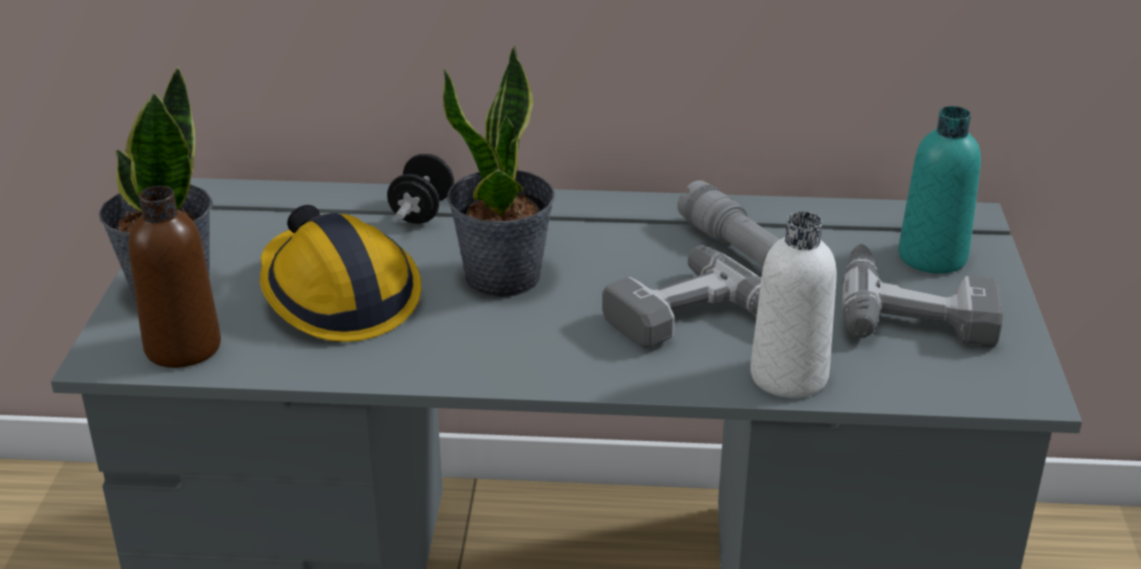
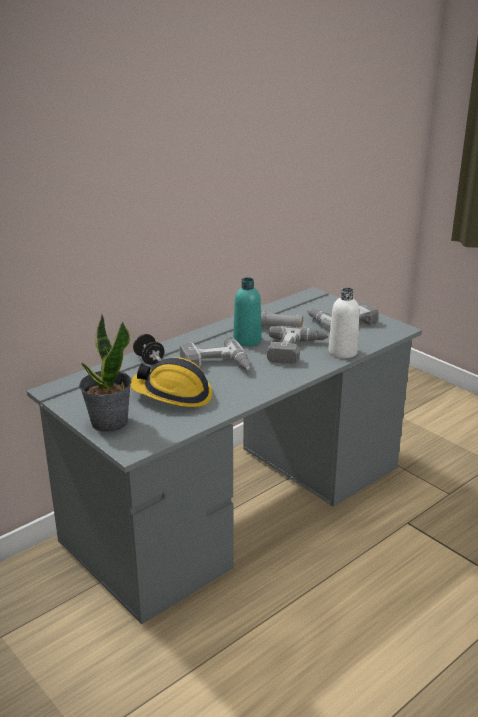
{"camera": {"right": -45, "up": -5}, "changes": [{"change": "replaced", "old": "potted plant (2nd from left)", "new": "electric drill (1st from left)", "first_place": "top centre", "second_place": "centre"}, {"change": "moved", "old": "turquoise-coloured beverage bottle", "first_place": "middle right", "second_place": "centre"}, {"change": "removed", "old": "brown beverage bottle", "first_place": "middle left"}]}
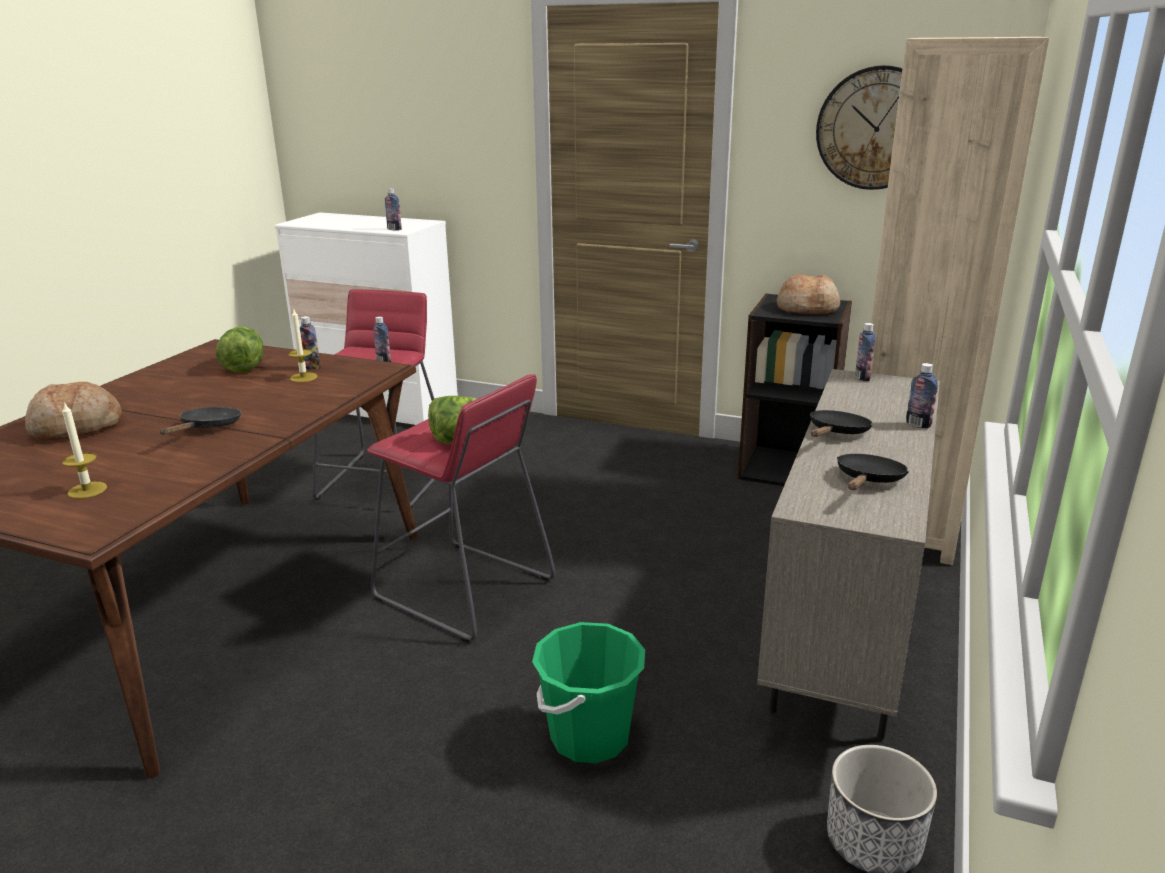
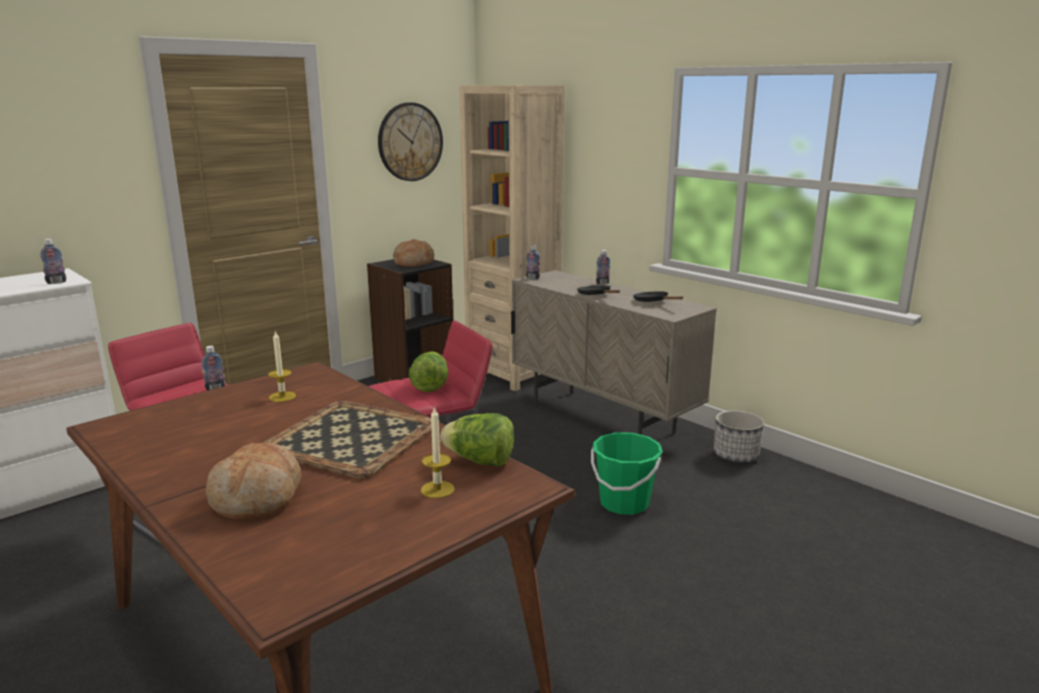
{"camera": {"right": -65, "up": -5}, "changes": [{"change": "replaced", "old": "black-coloured pan (1st from left)", "new": "carrying tray", "first_place": "middle left", "second_place": "centre"}, {"change": "moved", "old": "head of lettuce (1st from left in the first image)", "new": "head of lettuce (2nd from left)", "first_place": "middle left", "second_place": "centre"}, {"change": "removed", "old": "beverage bottle (1st from left)", "first_place": "middle left"}]}
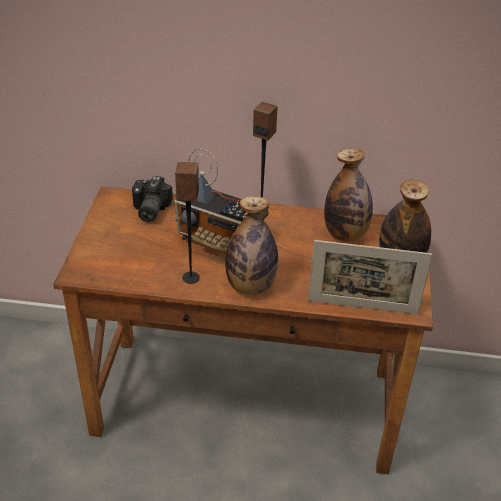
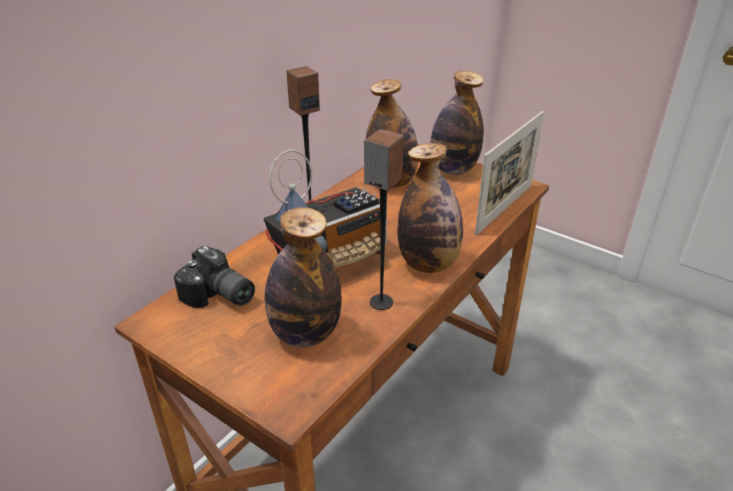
{"camera": {"right": -60, "up": -5}, "changes": [{"change": "added", "new": "beverage bottle (1st from left)", "second_place": "centre"}]}
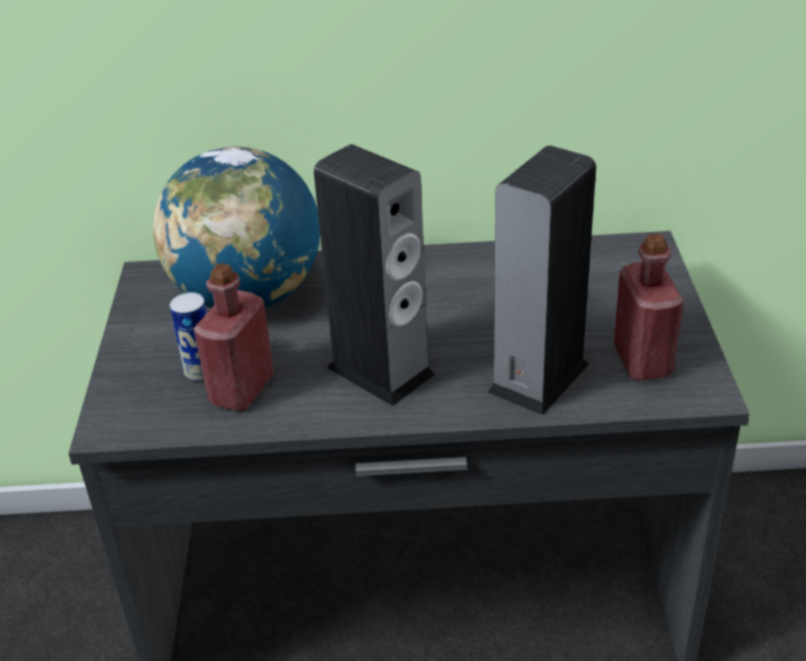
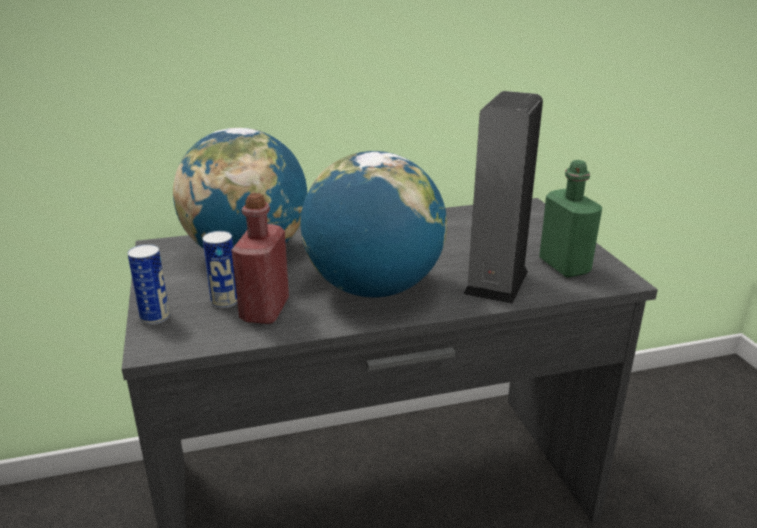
{"camera": {"right": -15, "up": -10}, "changes": [{"change": "added", "new": "metal can (1st from left)", "second_place": "middle left"}, {"change": "replaced", "old": "audio speaker (1st from left)", "new": "world globe (2nd from left)", "first_place": "centre", "second_place": "centre"}, {"change": "recoloured", "old": "reddish beverage bottle (2nd from left)", "new": "greenish beverage bottle", "first_place": "middle right", "second_place": "middle right"}]}
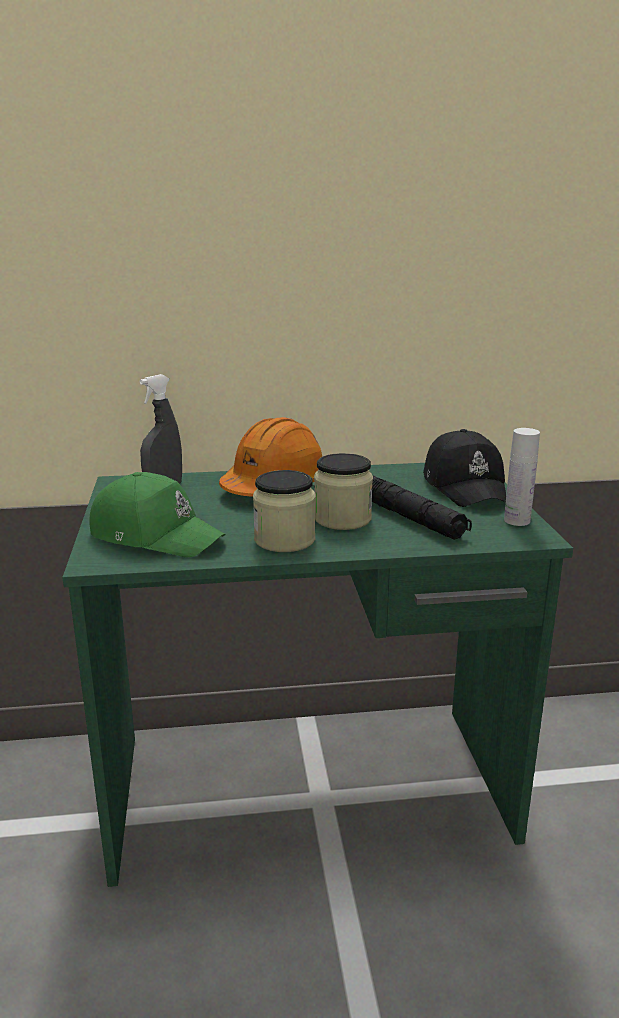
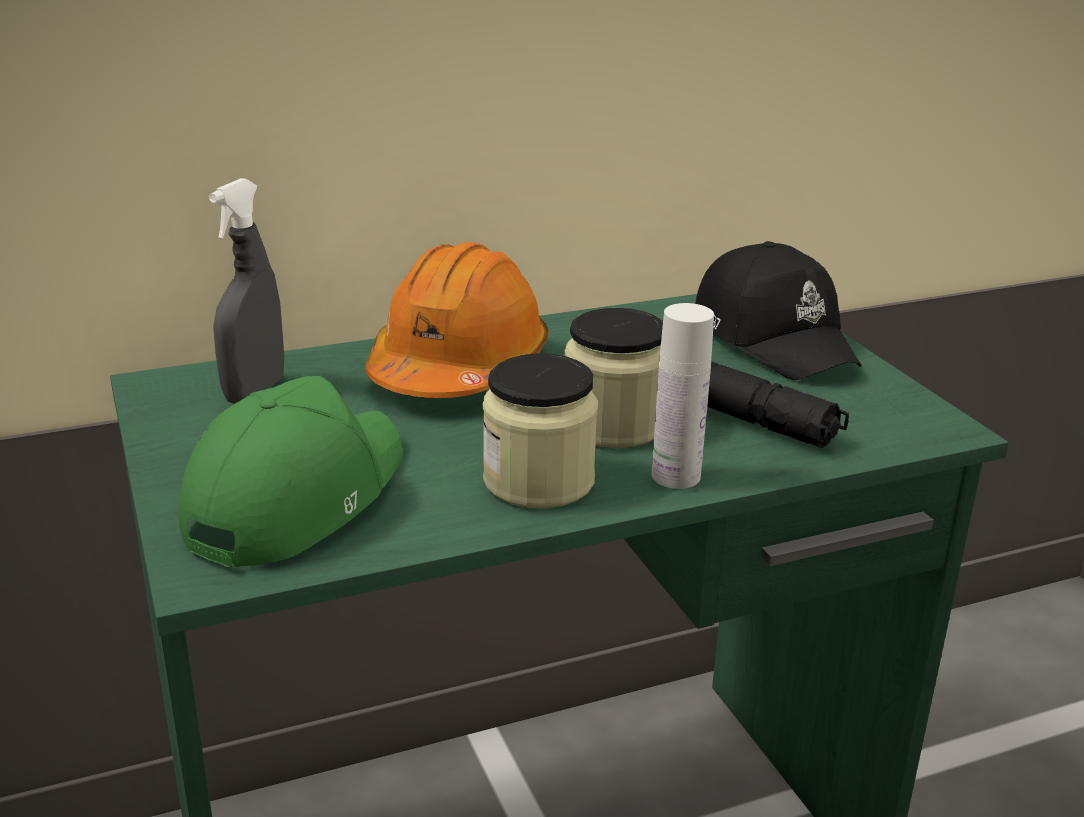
{"camera": {"right": -15, "up": 5}, "changes": [{"change": "turned", "old": "greenish cap", "first_place": "middle left", "second_place": "middle left", "degrees": -75}, {"change": "moved", "old": "whitish beverage bottle", "first_place": "middle right", "second_place": "centre"}]}
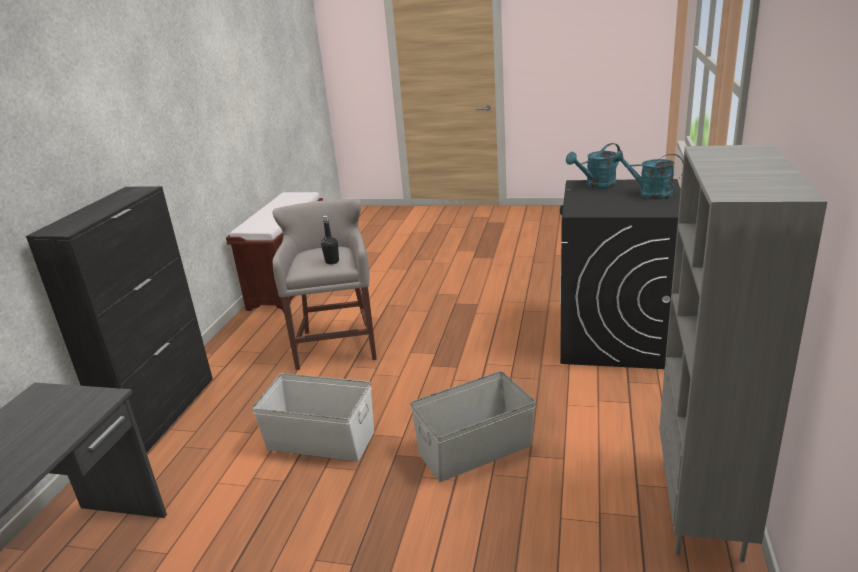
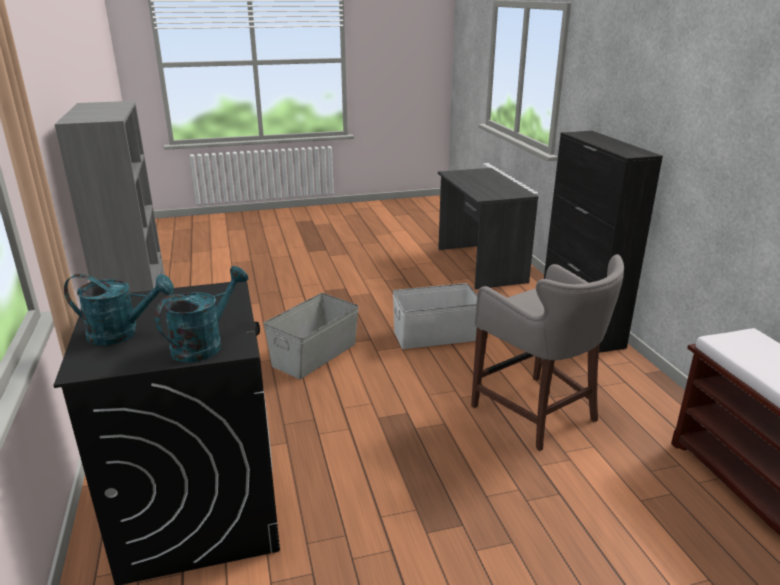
{"camera": {"right": 150, "up": 0}, "changes": [{"change": "removed", "old": "black-coloured beverage bottle", "first_place": "centre"}]}
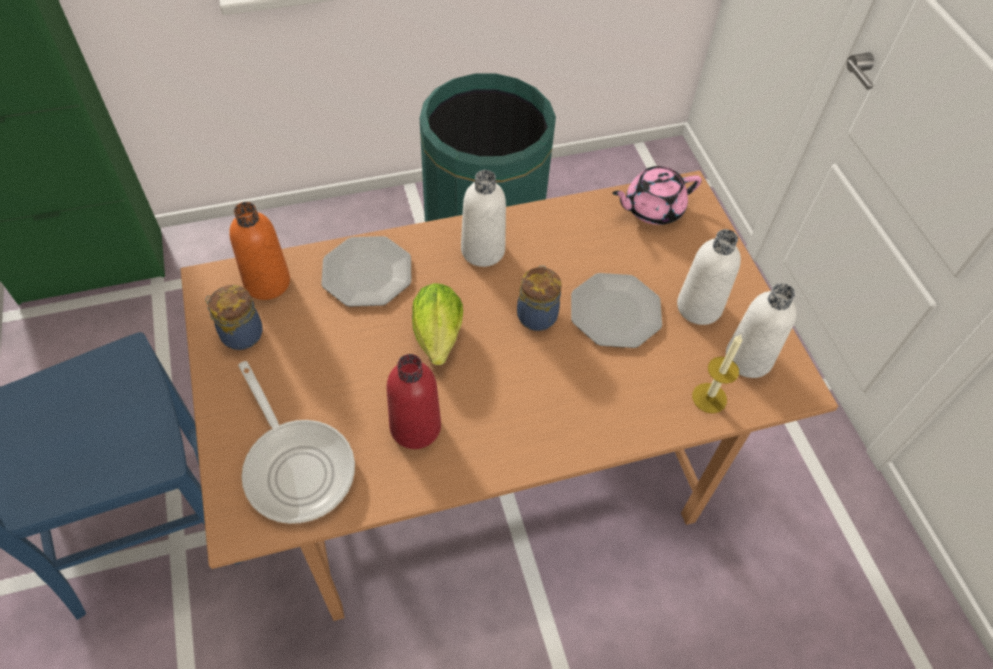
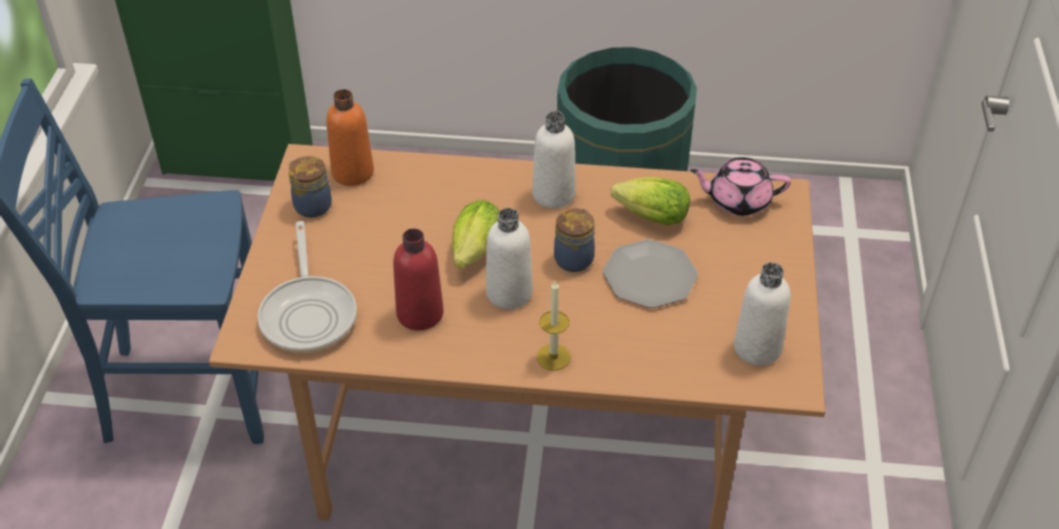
{"camera": {"right": 25, "up": -10}, "changes": [{"change": "moved", "old": "whitish beverage bottle (2nd from left in the first image)", "new": "whitish beverage bottle (1st from left)", "first_place": "middle right", "second_place": "centre"}, {"change": "moved", "old": "wax light", "first_place": "middle right", "second_place": "centre"}, {"change": "added", "new": "head of lettuce (2nd from left)", "second_place": "centre"}, {"change": "removed", "old": "flat dish (1st from left)", "first_place": "centre"}]}
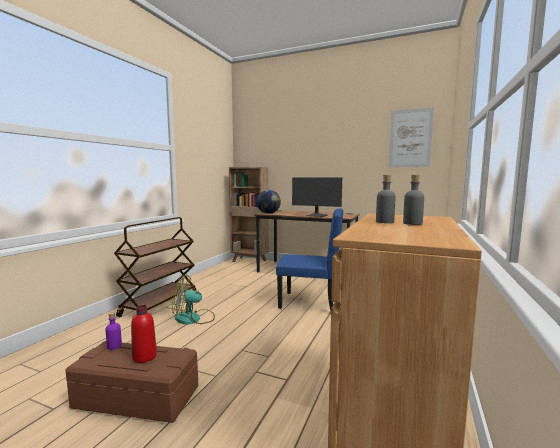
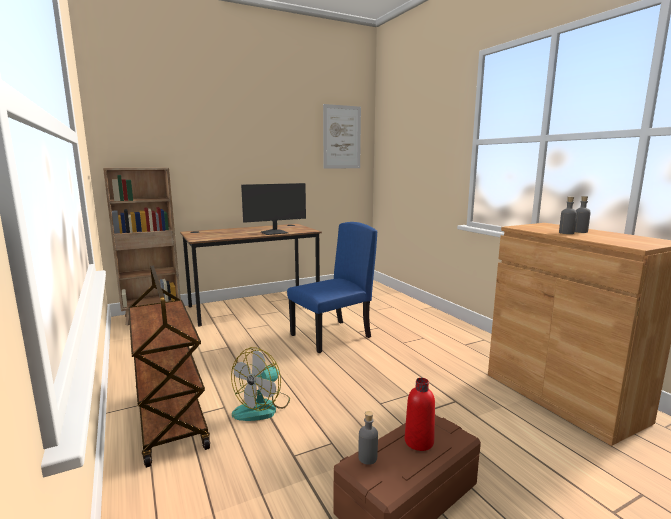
{"camera": {"right": -50, "up": 5}, "changes": [{"change": "recoloured", "old": "purple-coloured beverage bottle", "new": "greyish beverage bottle (1st from left)", "first_place": "bottom left", "second_place": "bottom centre"}, {"change": "removed", "old": "world globe", "first_place": "centre"}]}
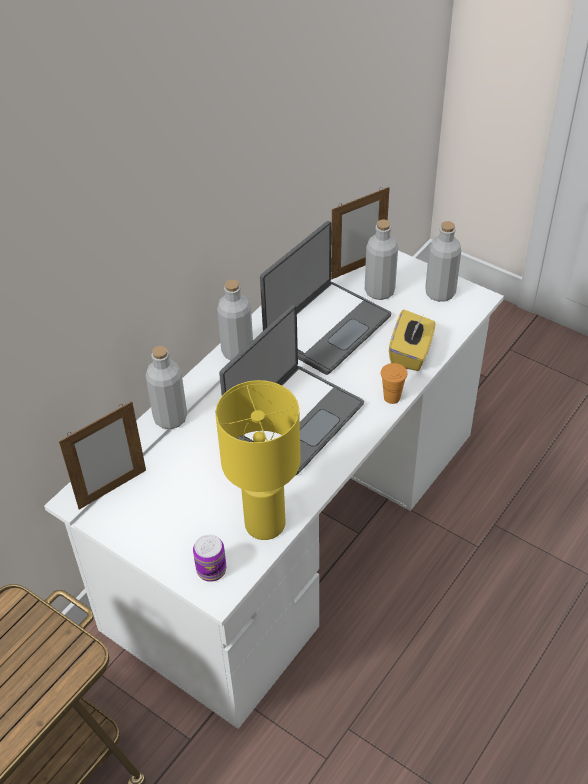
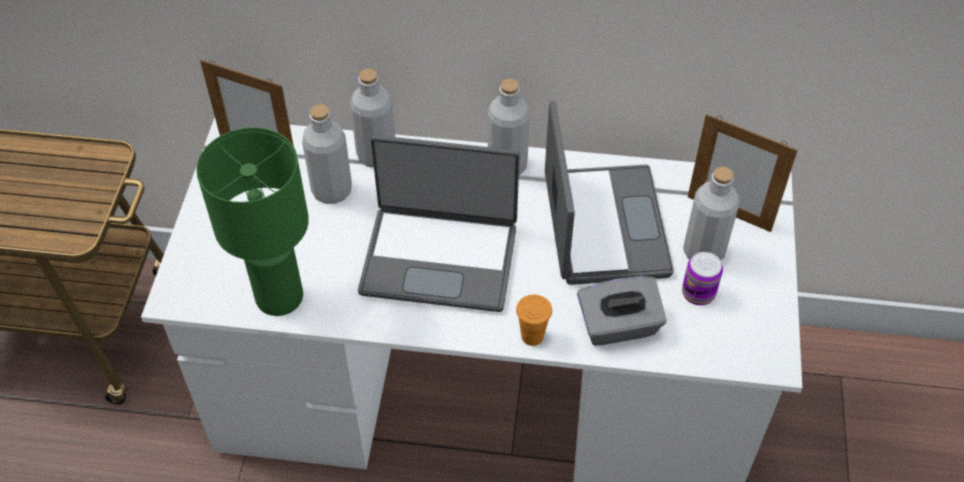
{"camera": {"right": 60, "up": 5}, "changes": [{"change": "recoloured", "old": "yellow-coloured table lamp", "new": "greenish table lamp", "first_place": "centre", "second_place": "middle left"}, {"change": "moved", "old": "greyish beverage bottle (4th from left in the first image)", "new": "greyish beverage bottle (1st from left)", "first_place": "top right", "second_place": "top centre"}, {"change": "turned", "old": "notebook computer (2nd from left)", "first_place": "centre", "second_place": "centre", "degrees": -105}, {"change": "recoloured", "old": "yellow-coloured tissue holder", "new": "greyish tissue holder", "first_place": "middle right", "second_place": "centre"}, {"change": "moved", "old": "metal can", "first_place": "bottom centre", "second_place": "middle right"}]}
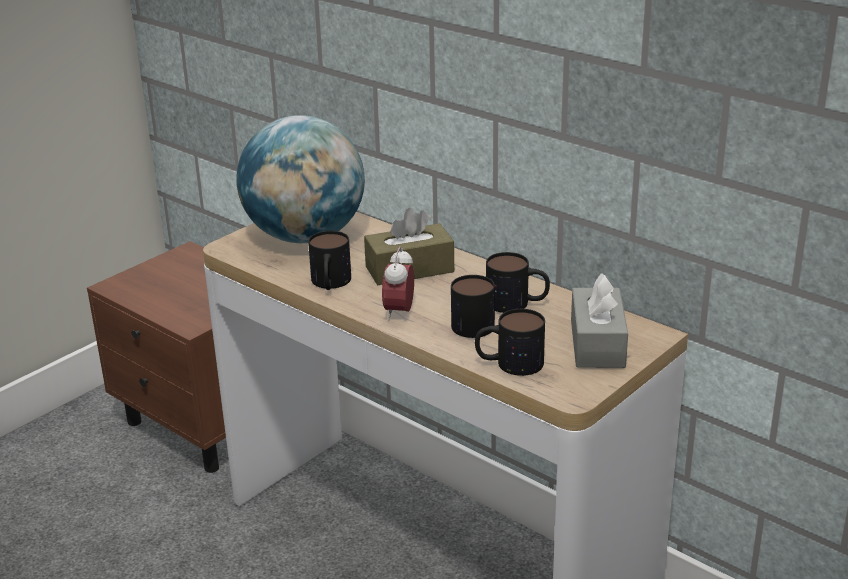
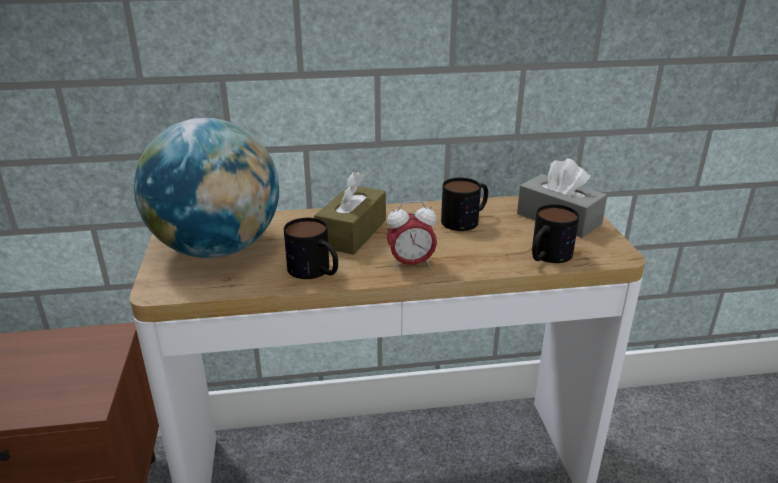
{"camera": {"right": -50, "up": 0}, "changes": [{"change": "turned", "old": "alarm clock", "first_place": "centre", "second_place": "centre", "degrees": -60}, {"change": "removed", "old": "tea mug (2nd from left)", "first_place": "centre"}]}
